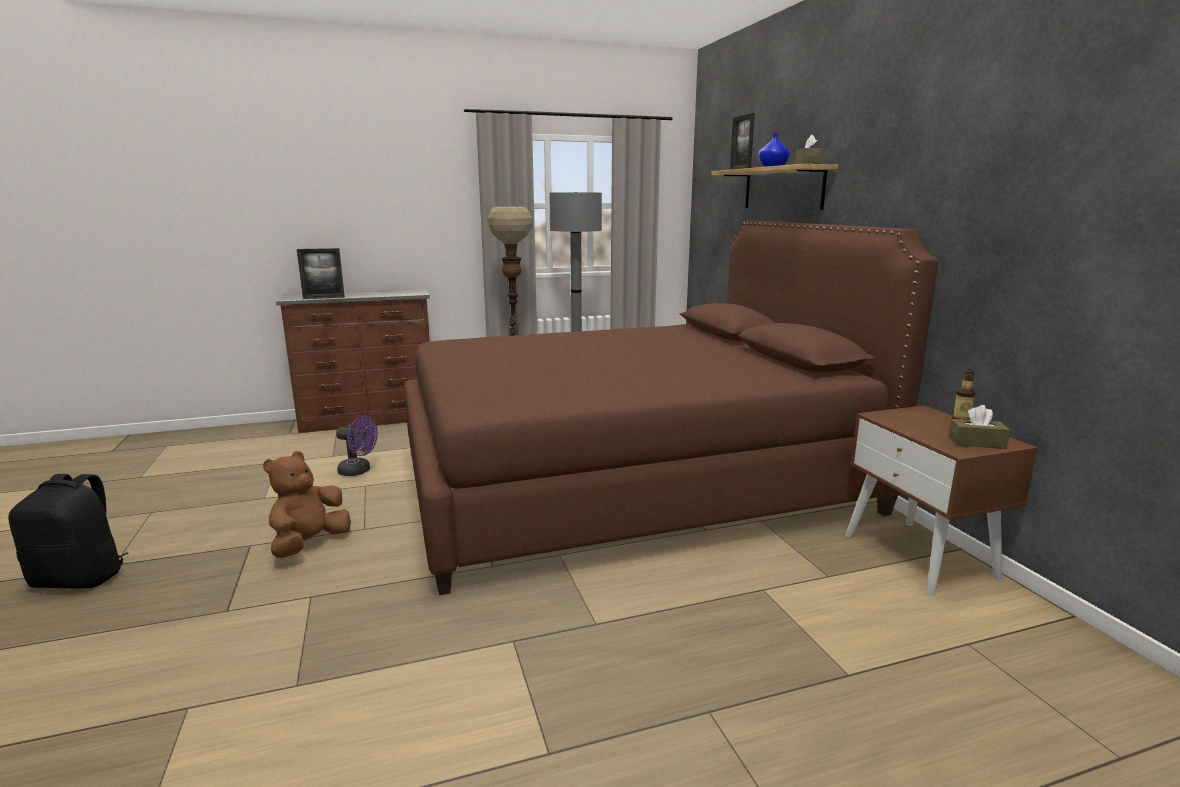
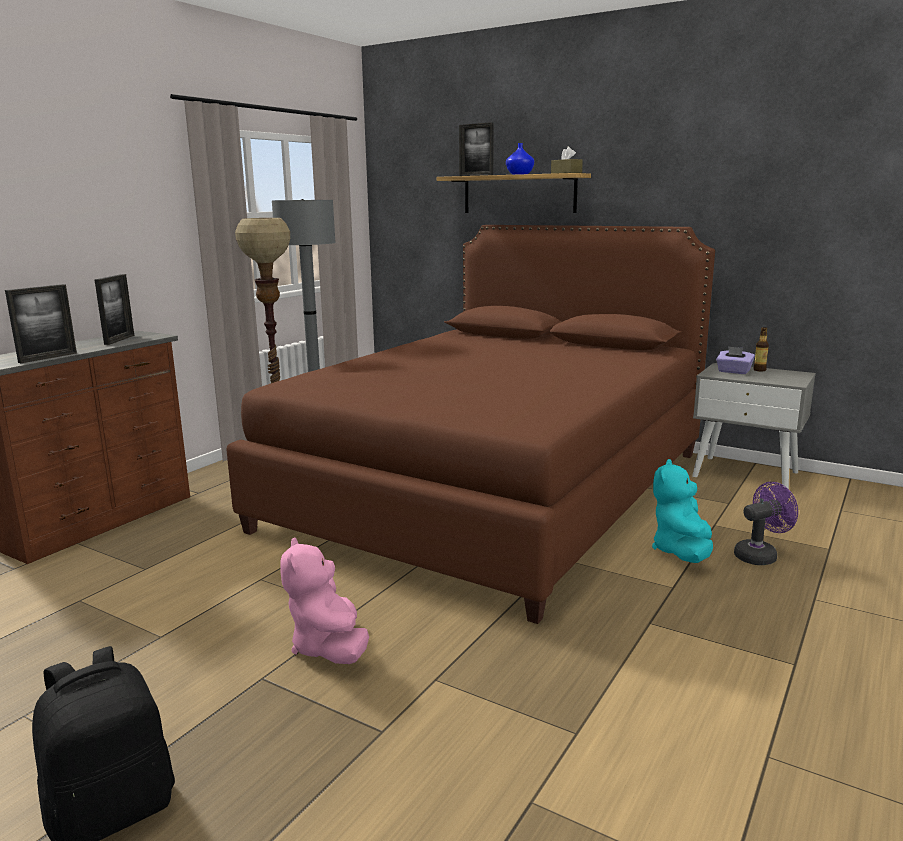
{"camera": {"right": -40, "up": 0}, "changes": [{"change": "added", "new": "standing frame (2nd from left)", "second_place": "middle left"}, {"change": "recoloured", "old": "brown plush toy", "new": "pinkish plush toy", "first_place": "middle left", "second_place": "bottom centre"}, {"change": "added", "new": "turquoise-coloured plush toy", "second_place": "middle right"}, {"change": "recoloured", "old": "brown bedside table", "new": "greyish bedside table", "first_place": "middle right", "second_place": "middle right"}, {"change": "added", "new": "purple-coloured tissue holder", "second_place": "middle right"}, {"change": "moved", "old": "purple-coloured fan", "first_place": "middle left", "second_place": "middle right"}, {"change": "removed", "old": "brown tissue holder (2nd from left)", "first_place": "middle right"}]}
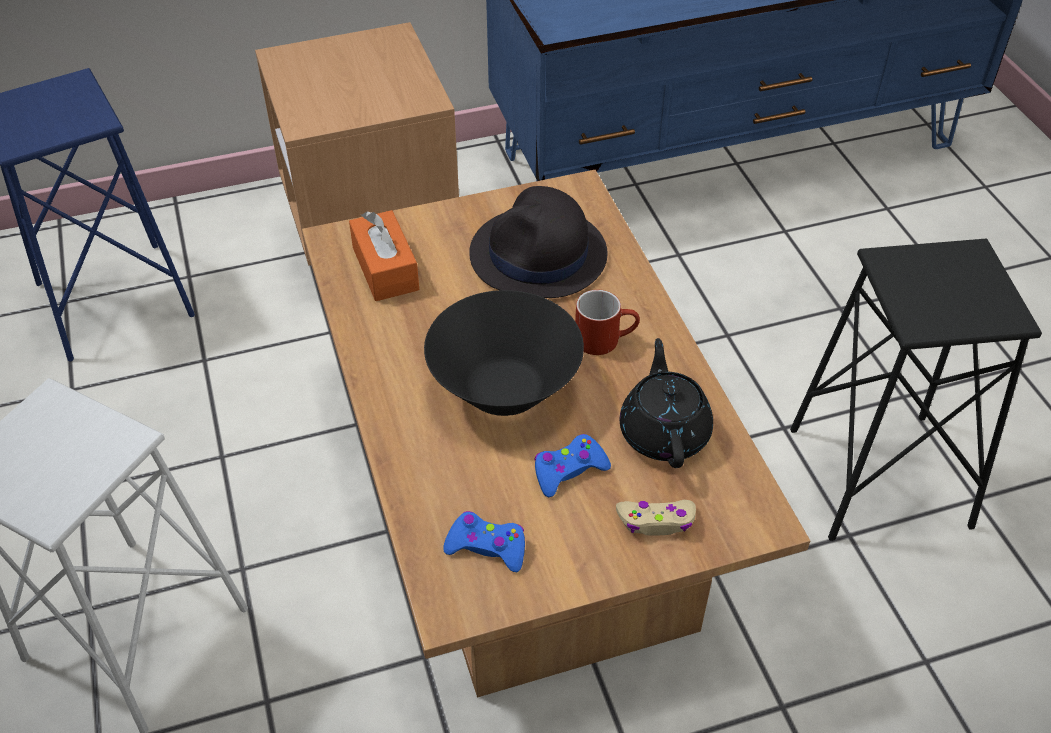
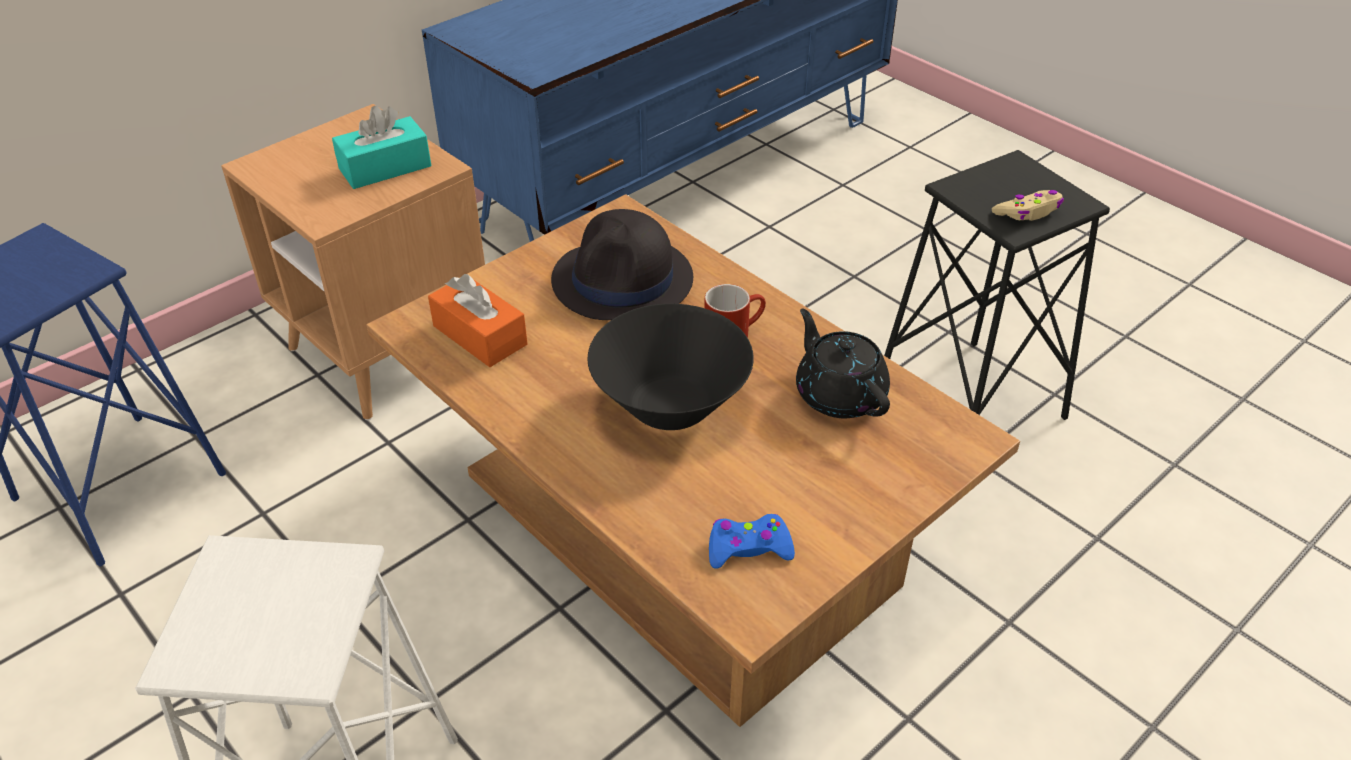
{"camera": {"right": -25, "up": -5}, "changes": [{"change": "added", "new": "turquoise-coloured tissue holder", "second_place": "top left"}, {"change": "moved", "old": "beige-coloured joypad", "first_place": "bottom centre", "second_place": "top right"}, {"change": "removed", "old": "blue joypad (2nd from left)", "first_place": "centre"}]}
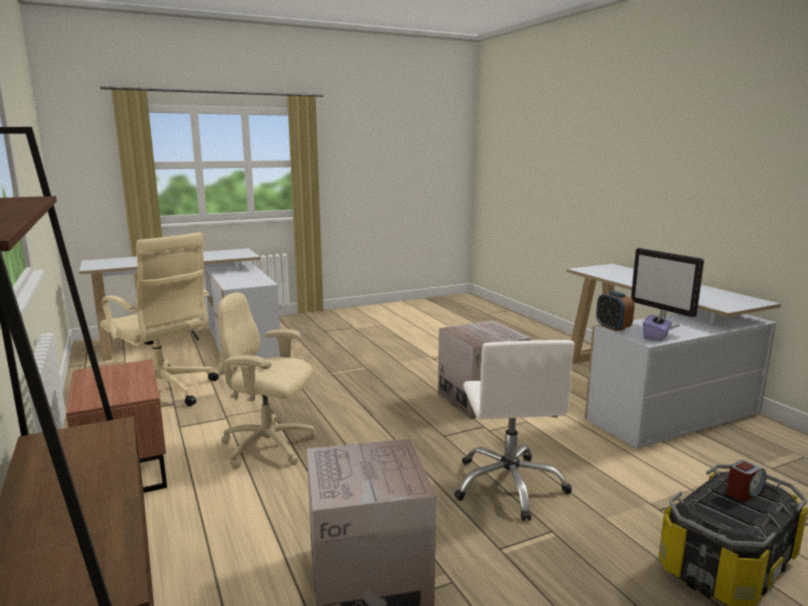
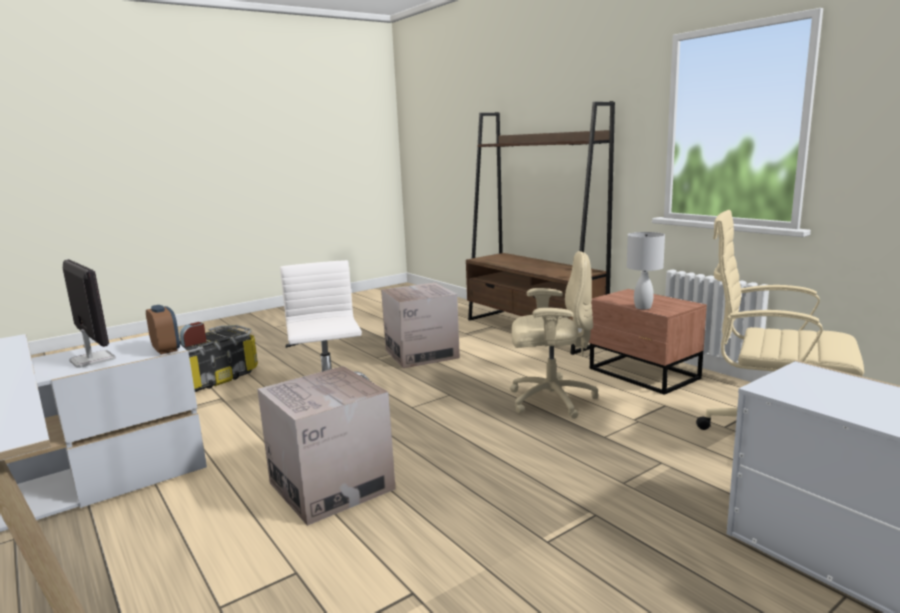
{"camera": {"right": 170, "up": 0}, "changes": [{"change": "added", "new": "whitish table lamp", "second_place": "middle right"}, {"change": "removed", "old": "purple-coloured tissue holder", "first_place": "middle right"}]}
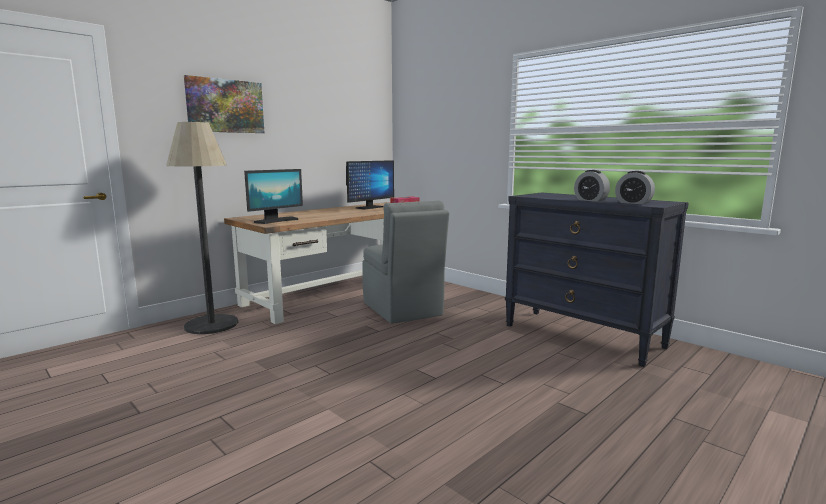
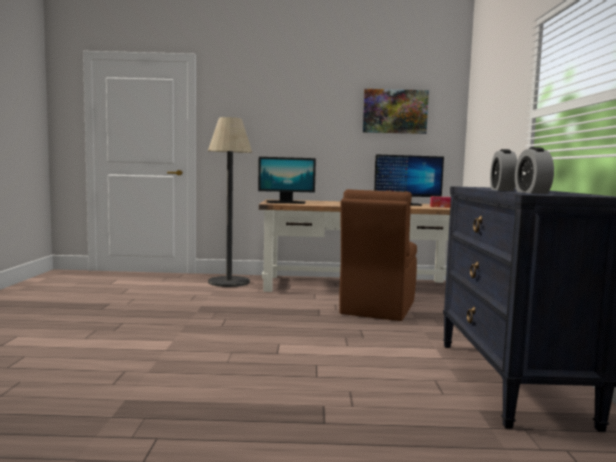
{"camera": {"right": 45, "up": -5}, "changes": [{"change": "recoloured", "old": "greyish upright chair", "new": "brown upright chair", "first_place": "centre", "second_place": "centre"}, {"change": "moved", "old": "picture", "first_place": "top left", "second_place": "top centre"}]}
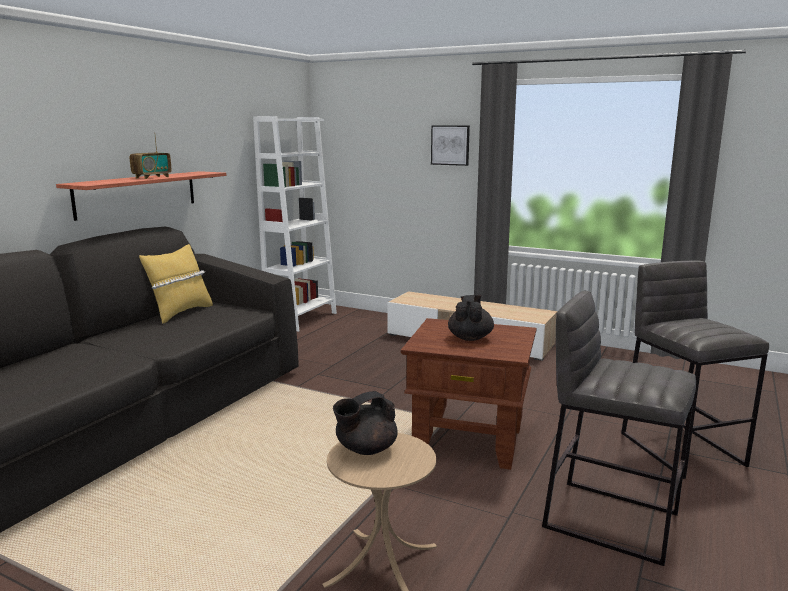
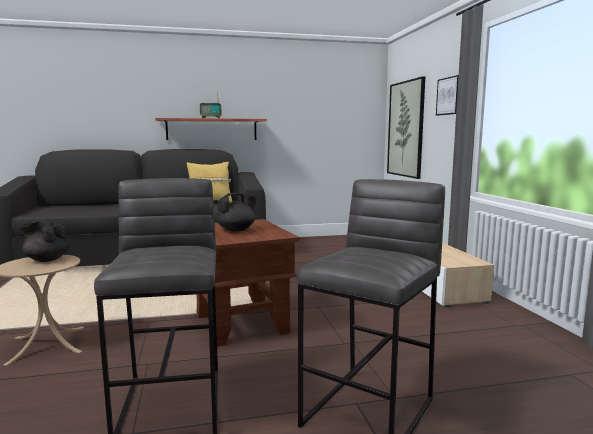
{"camera": {"right": 50, "up": -5}, "changes": [{"change": "added", "new": "picture (1st from left)", "second_place": "top right"}, {"change": "removed", "old": "whitish bookshelf", "first_place": "centre"}]}
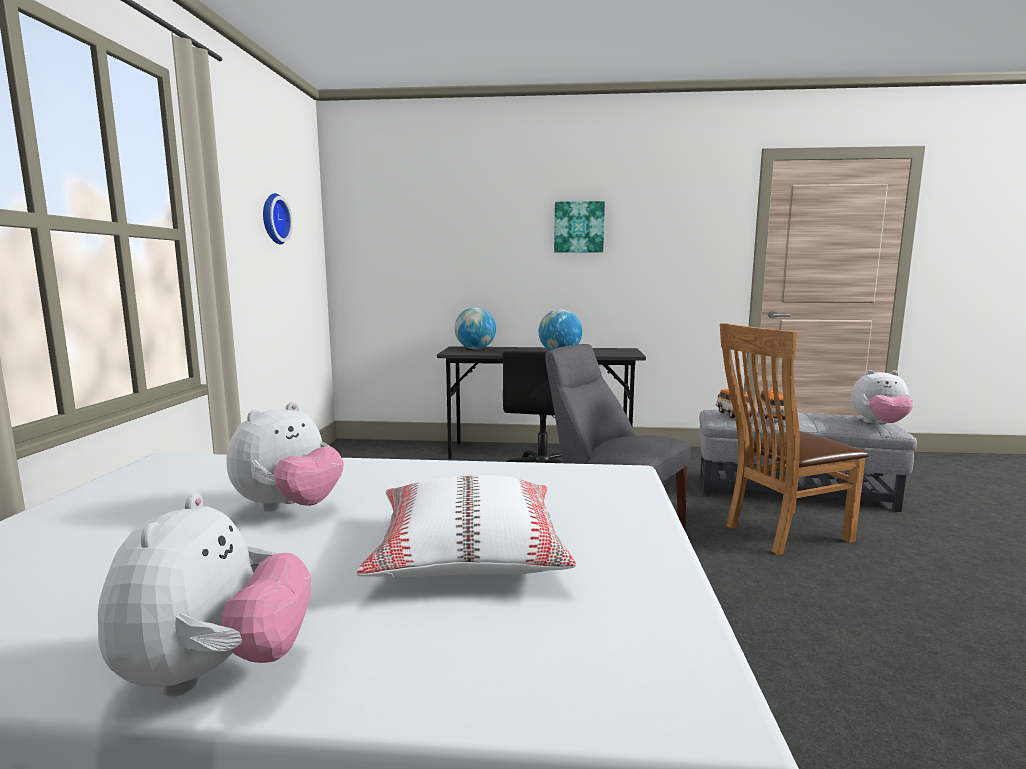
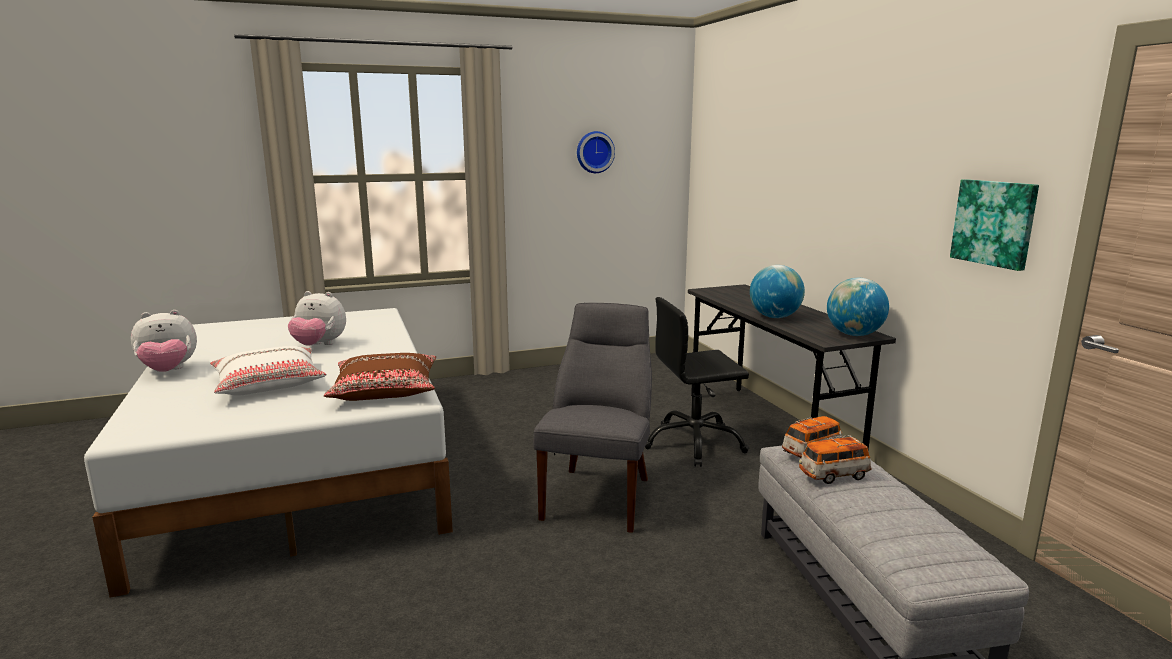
{"camera": {"right": 65, "up": 5}, "changes": [{"change": "added", "new": "brown pillow", "second_place": "middle left"}, {"change": "moved", "old": "world globe (1st from left in the first image)", "new": "world globe (2nd from left)", "first_place": "centre", "second_place": "middle right"}, {"change": "moved", "old": "picture", "first_place": "top centre", "second_place": "middle right"}, {"change": "removed", "old": "brown upright chair", "first_place": "middle right"}, {"change": "removed", "old": "plush toy (3rd from left)", "first_place": "middle right"}]}
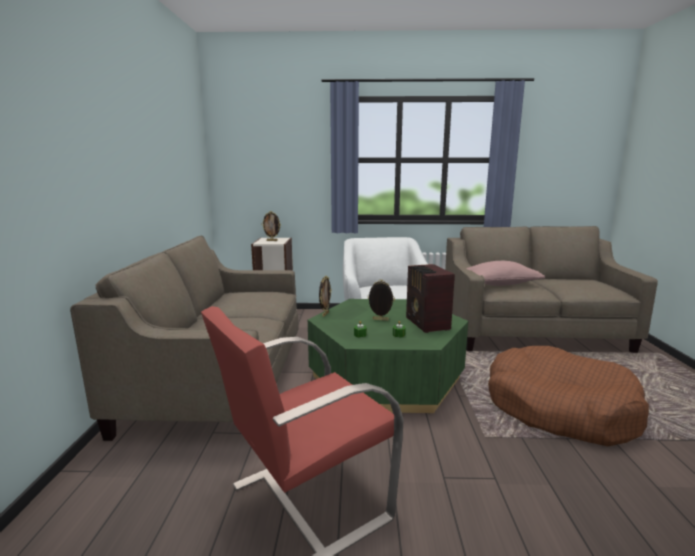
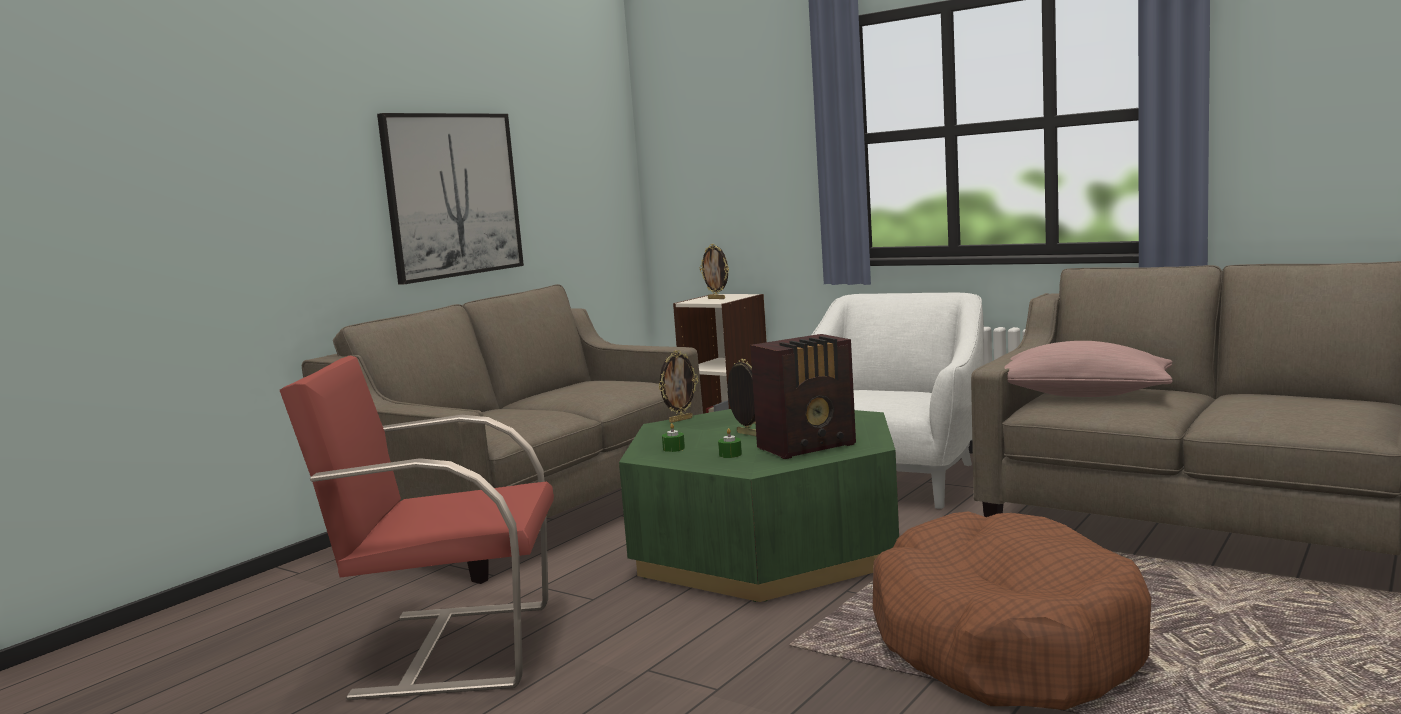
{"camera": {"right": 35, "up": -5}, "changes": [{"change": "added", "new": "picture", "second_place": "top left"}, {"change": "turned", "old": "radio", "first_place": "centre", "second_place": "centre", "degrees": -135}]}
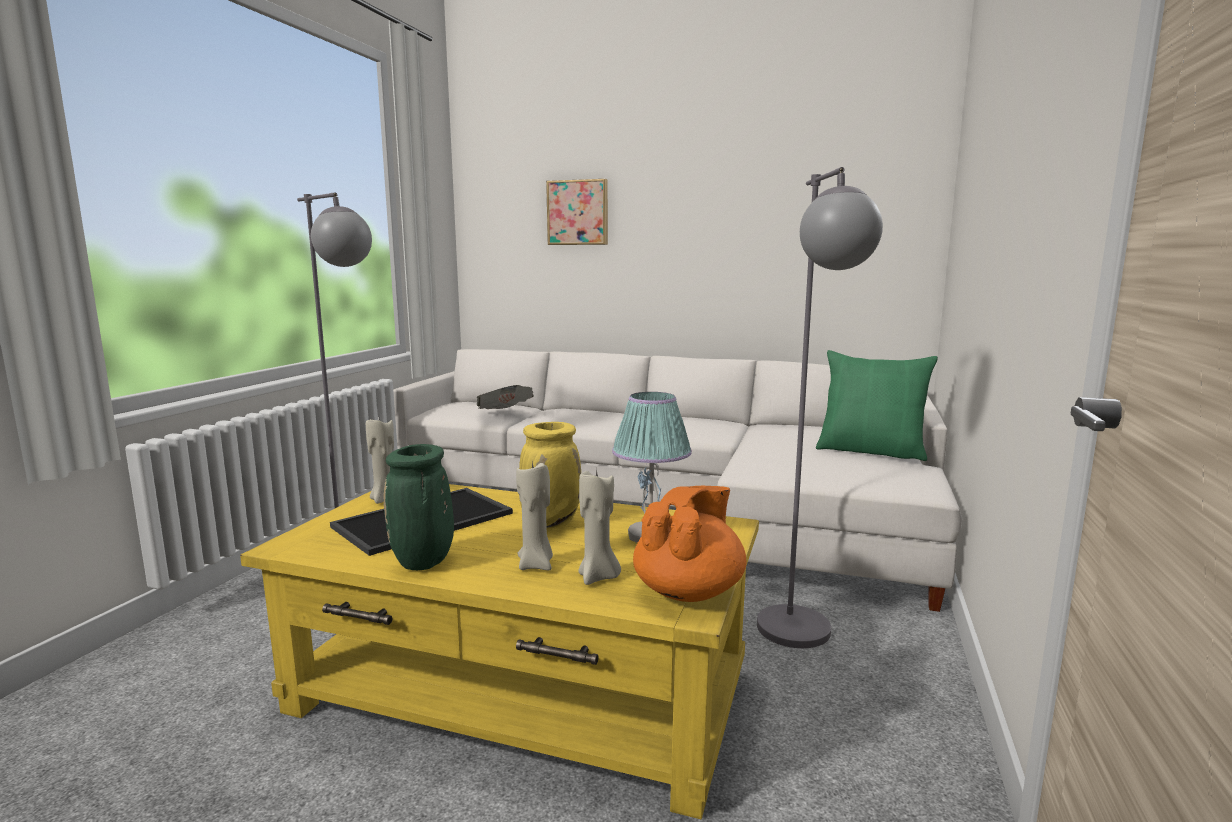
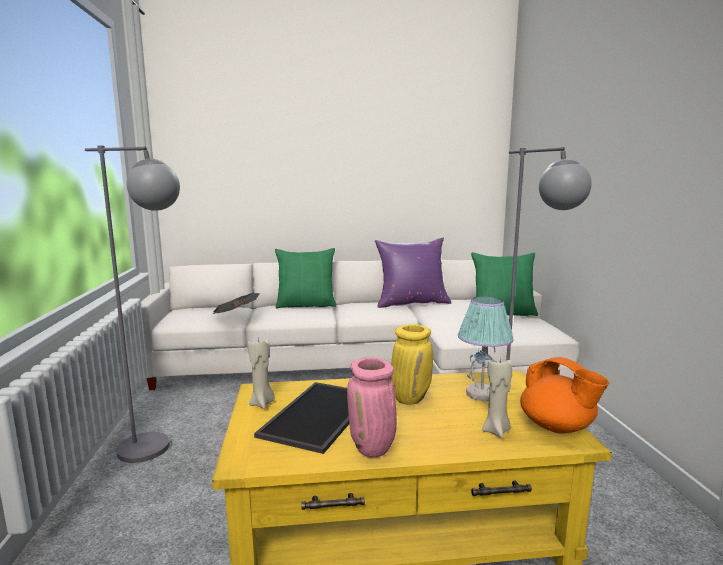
{"camera": {"right": -25, "up": 0}, "changes": [{"change": "added", "new": "greenish pillow (1st from left)", "second_place": "centre"}, {"change": "recoloured", "old": "greenish vase", "new": "pinkish vase", "first_place": "centre", "second_place": "bottom centre"}, {"change": "added", "new": "purple-coloured pillow", "second_place": "centre"}, {"change": "turned", "old": "orangey teapot", "first_place": "centre", "second_place": "bottom right", "degrees": 135}, {"change": "removed", "old": "beige-coloured wax light (2nd from left)", "first_place": "centre"}, {"change": "removed", "old": "picture", "first_place": "top centre"}]}
